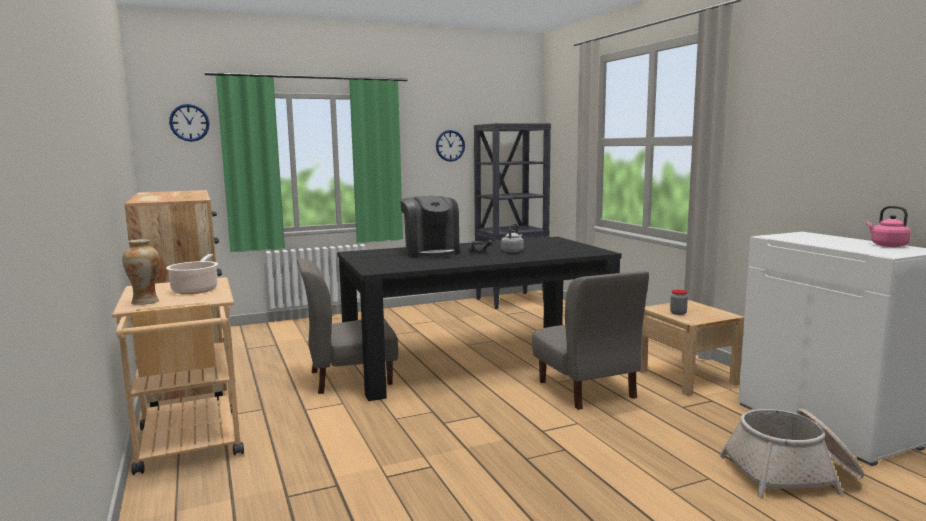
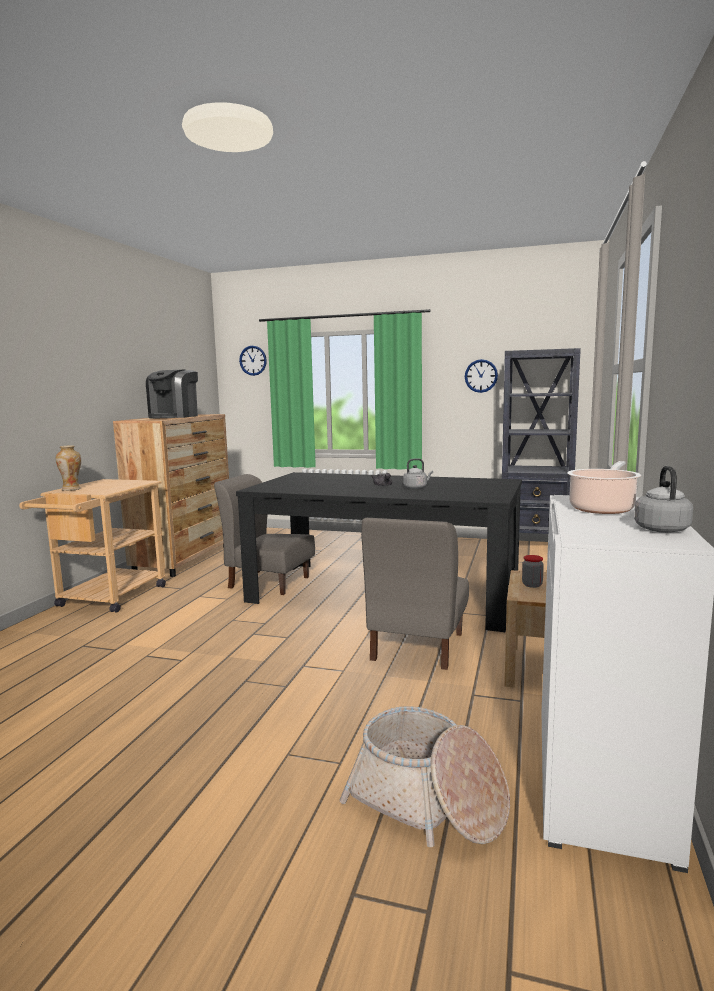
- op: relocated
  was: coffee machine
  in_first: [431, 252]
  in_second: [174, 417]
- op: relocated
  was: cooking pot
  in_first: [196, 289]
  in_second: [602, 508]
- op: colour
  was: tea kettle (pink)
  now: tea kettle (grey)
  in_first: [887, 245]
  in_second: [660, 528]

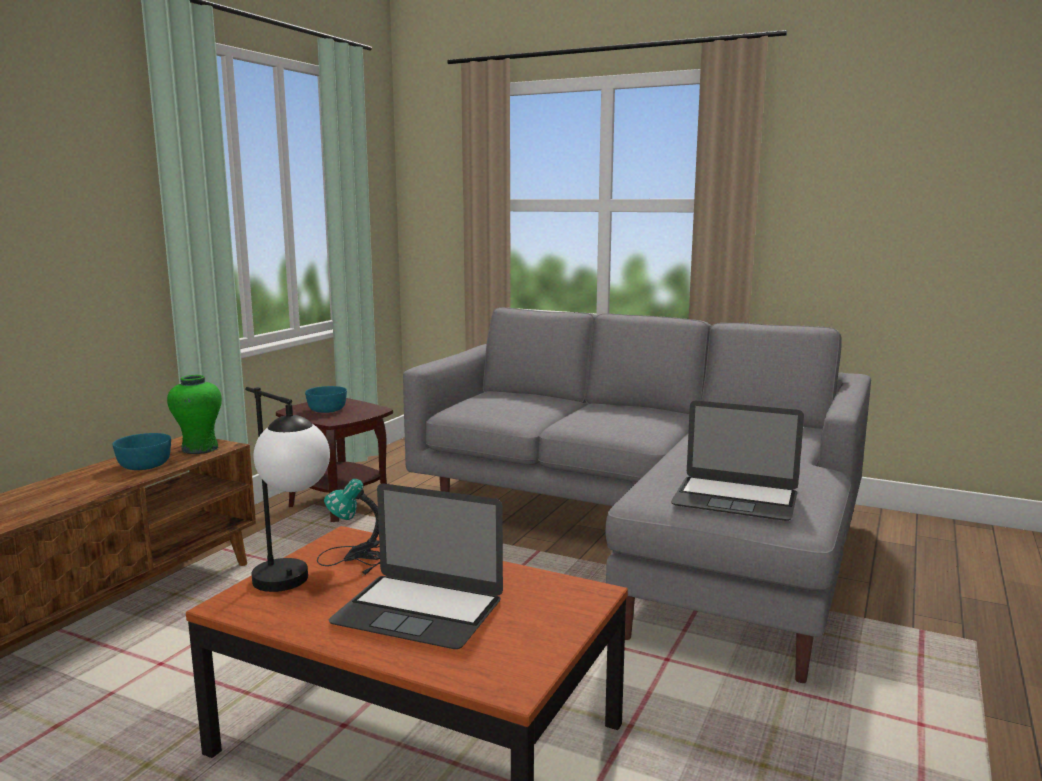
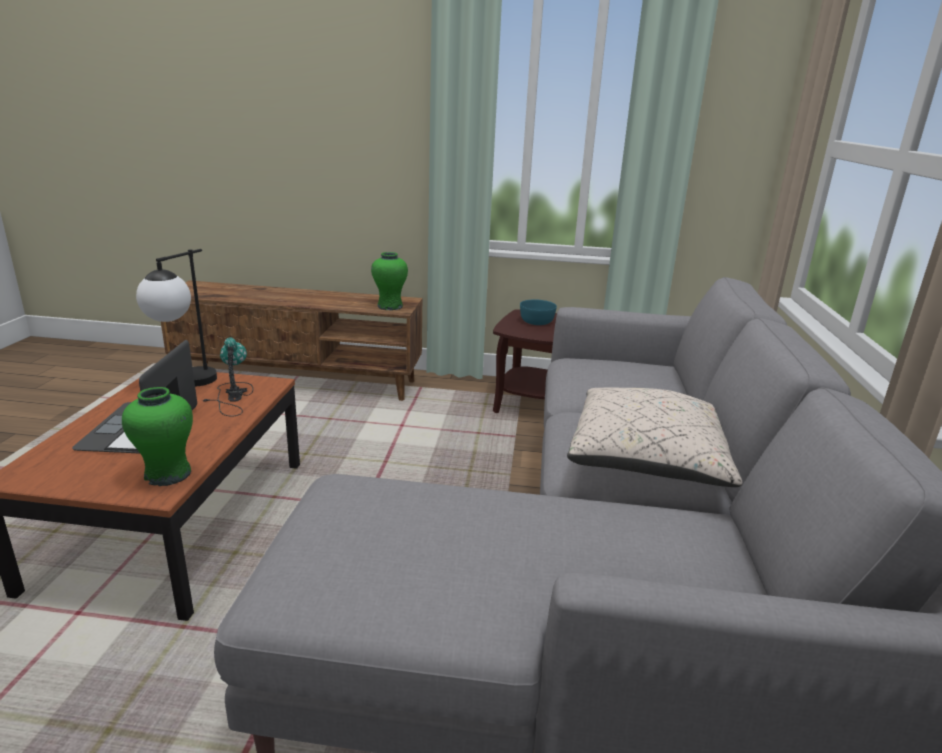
- op: appeared
  now: decorative vase (green-coloured)
  in_second: [168, 474]
- op: appeared
  now: pillow (beige-coloured)
  in_second: [649, 459]
- op: missing
  was: serving bowl (blue-green)
  in_first: [145, 465]
- op: missing
  was: portable computer
  in_first: [735, 498]

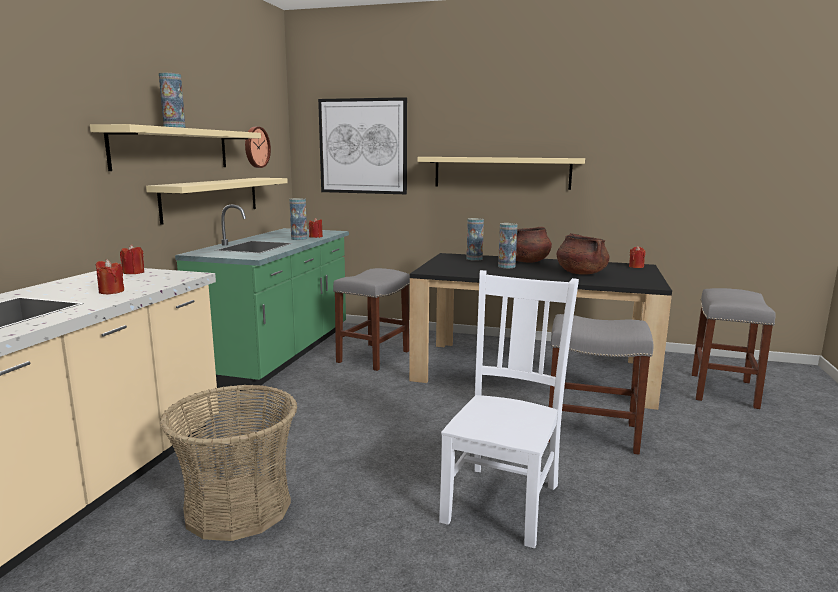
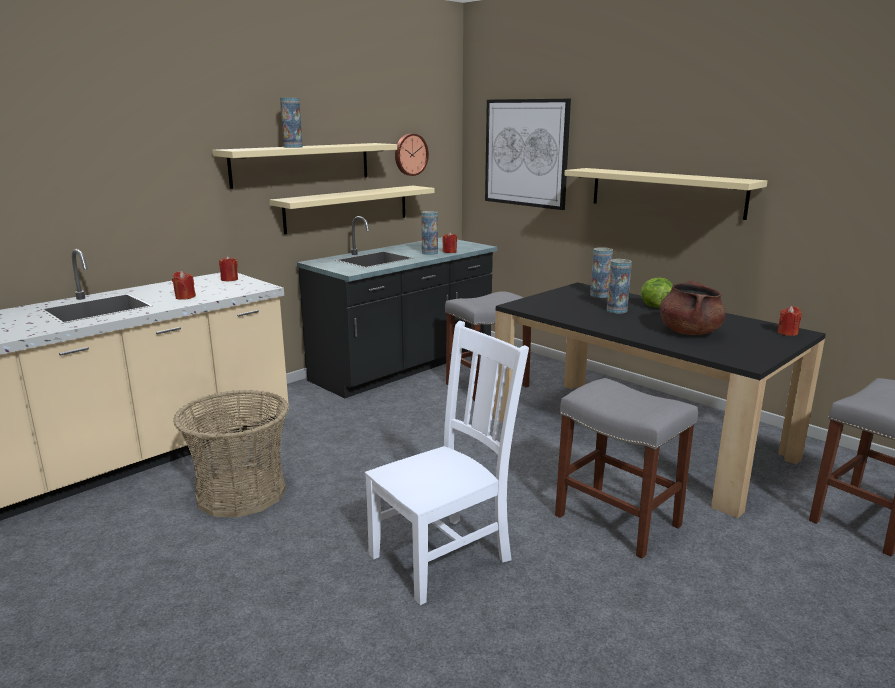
- op: colour
  was: counter (green-coloured)
  now: counter (black)
  in_first: [279, 355]
  in_second: [404, 367]
- op: exchanged
  was: cooking pot (brown)
  now: lettuce
  in_first: [526, 261]
  in_second: [655, 306]

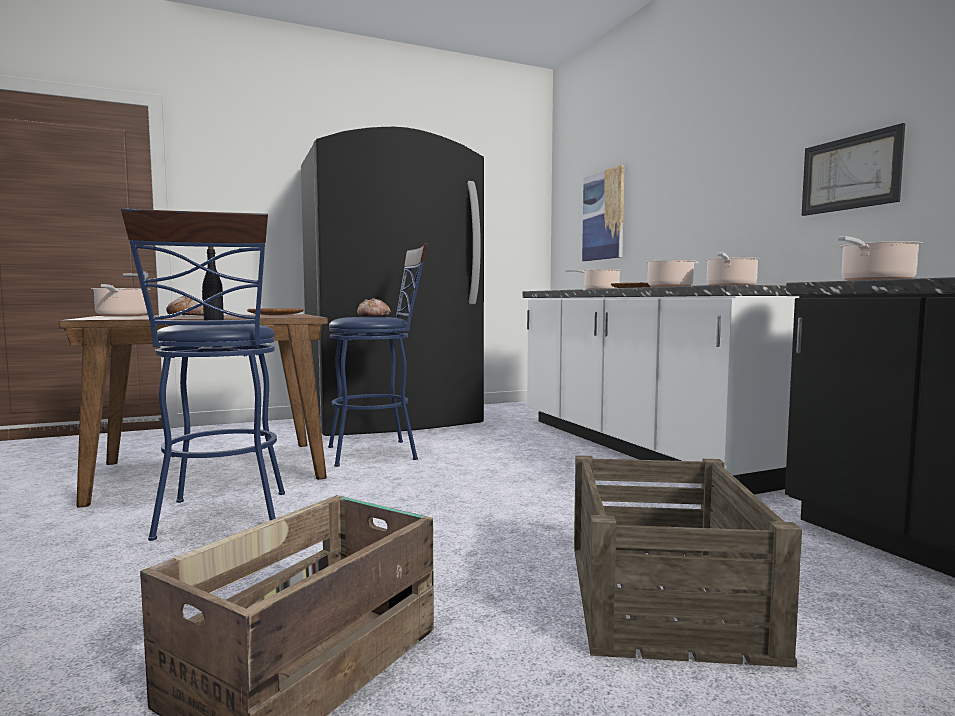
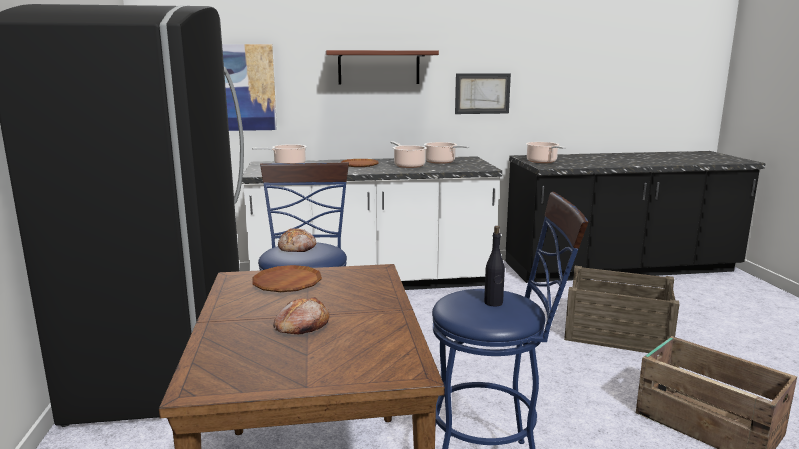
- op: appeared
  now: wall shelf
  in_second: [379, 67]
- op: missing
  was: cooking pot
  in_first: [121, 316]

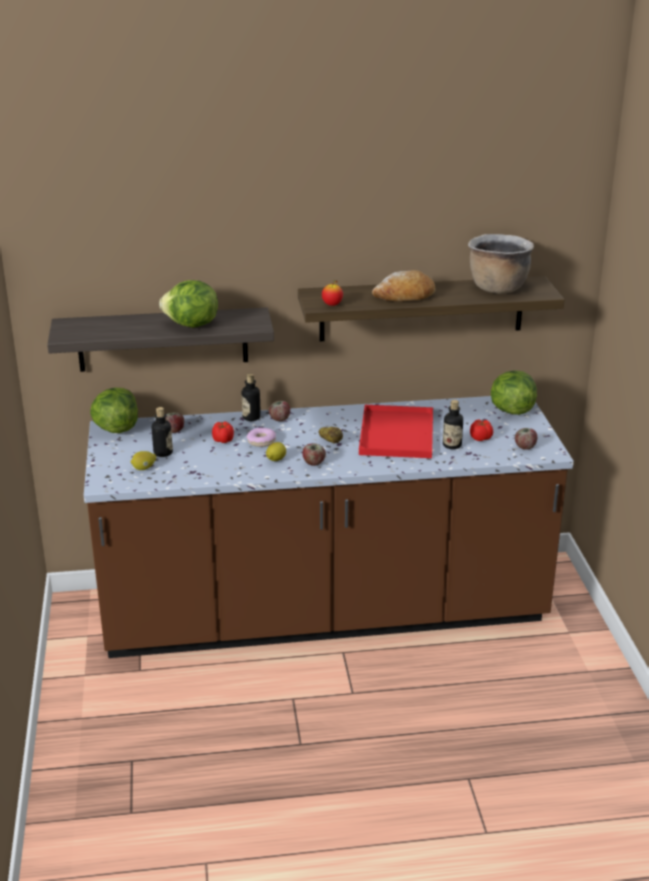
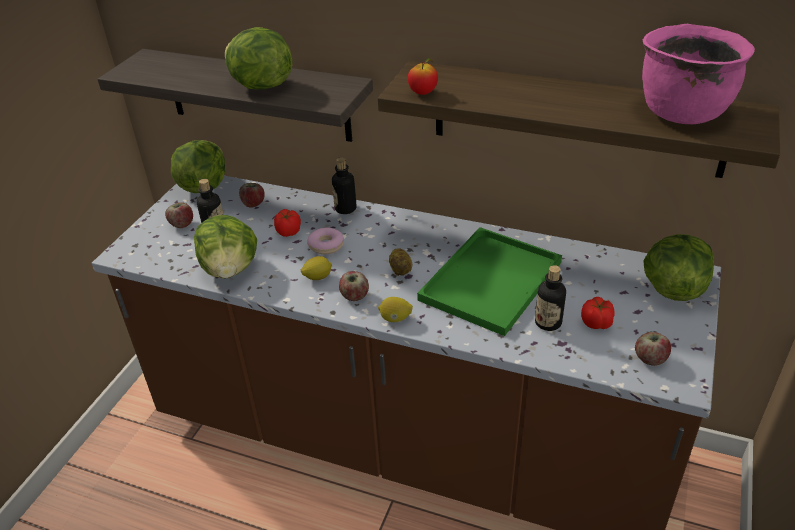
- op: relocated
  was: apple
  in_first: [279, 419]
  in_second: [182, 224]
- op: appeared
  now: lettuce
  in_second: [230, 269]
- op: relocated
  was: citrus fruit
  in_first: [144, 468]
  in_second: [395, 319]
- op: colour
  was: carrying tray (red)
  now: carrying tray (green-coloured)
  in_first: [395, 432]
  in_second: [491, 279]
- op: colour
  was: cooking pot (brown)
  now: cooking pot (pink)
  in_first: [497, 288]
  in_second: [682, 112]
- op: missing
  was: bread
  in_first: [405, 296]

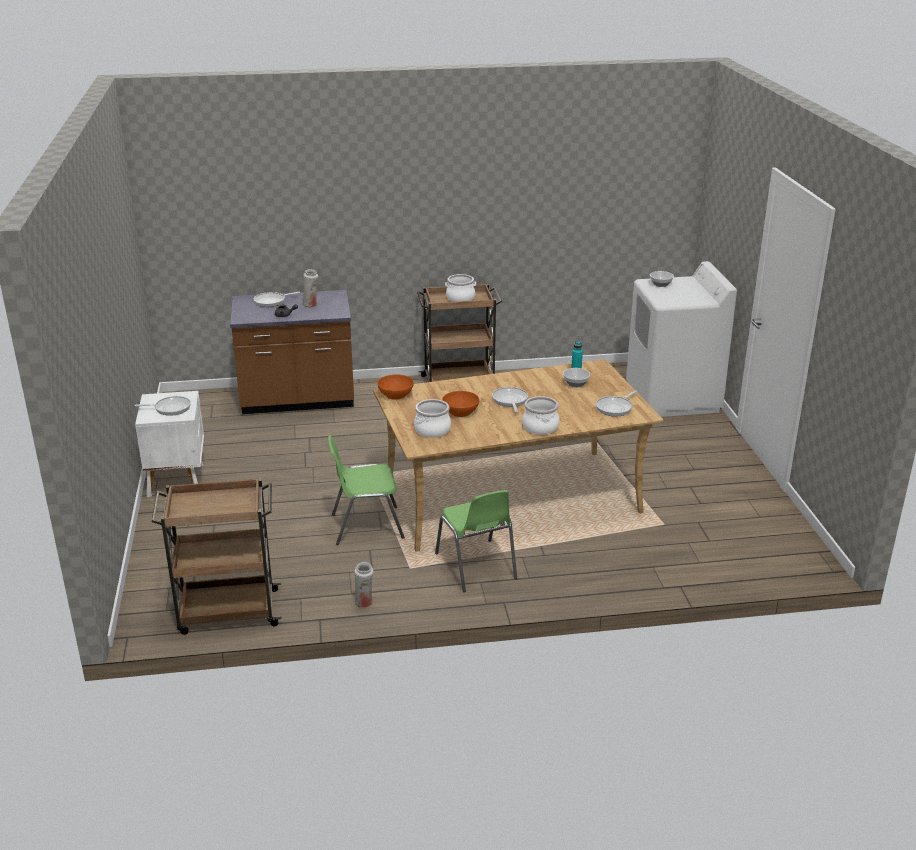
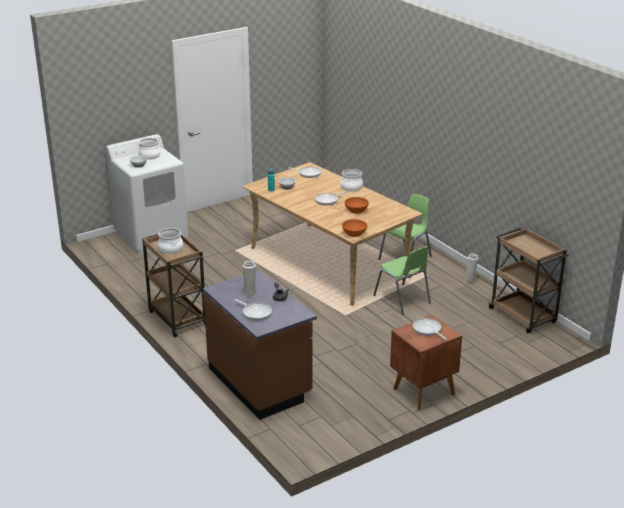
- op: relocated
  was: cooking pot
  in_first: [432, 430]
  in_second: [149, 156]
- op: colour
  was: night table (white-coloured)
  now: night table (brown)
  in_first: [177, 480]
  in_second: [422, 391]

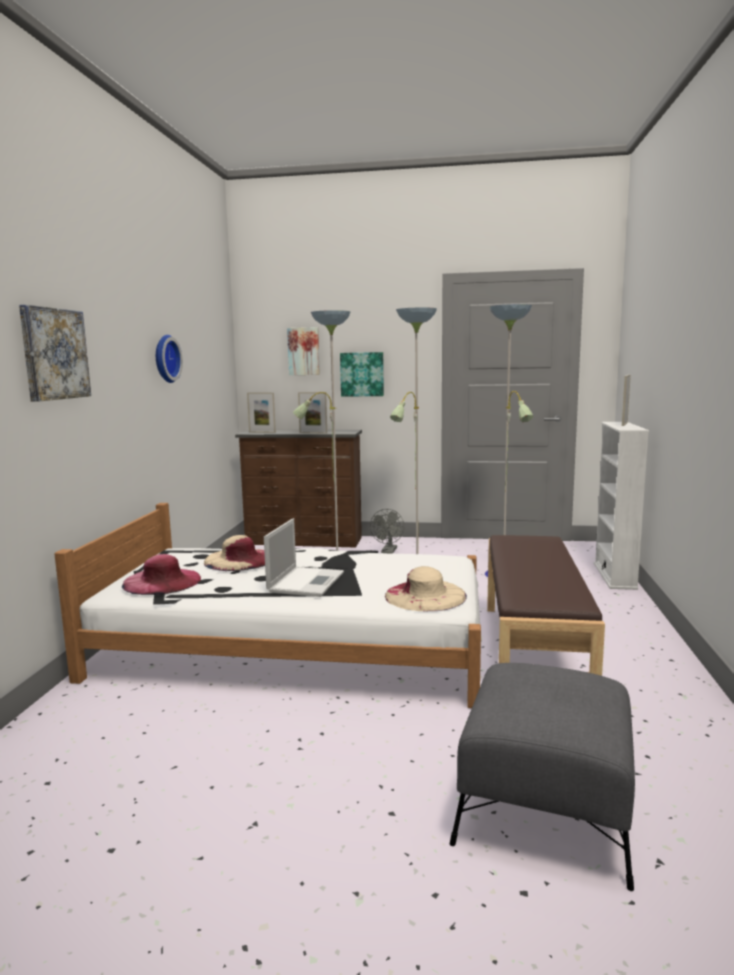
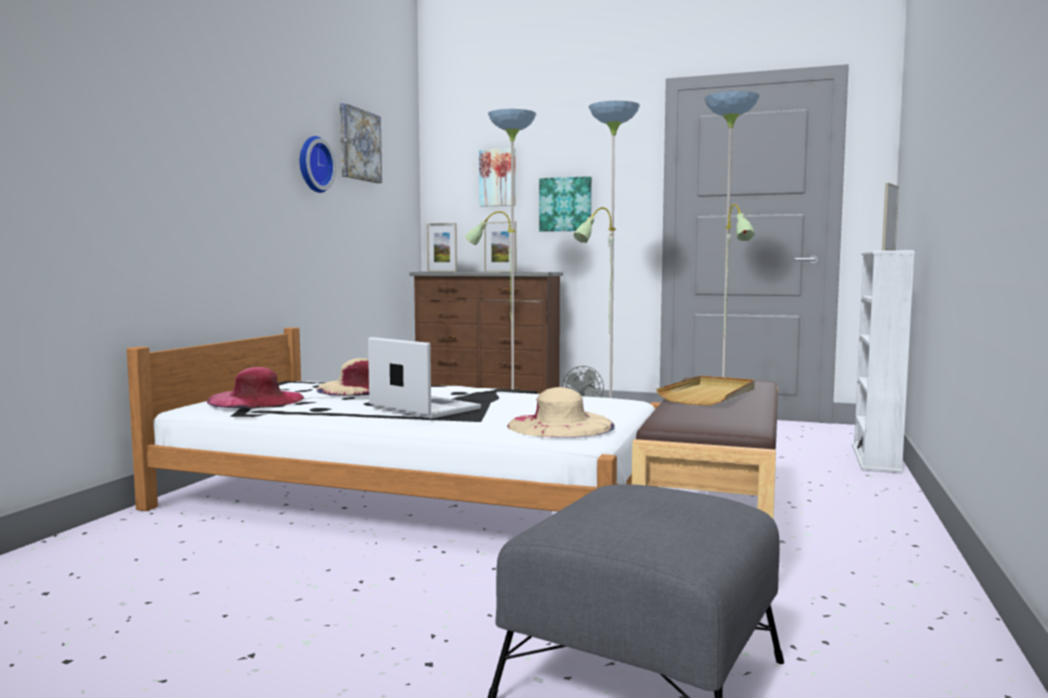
- op: relocated
  was: picture
  in_first: [54, 354]
  in_second: [359, 145]
- op: spun
  was: portable computer
  in_first: [306, 582]
  in_second: [423, 408]
  clockwise: -75
- op: appeared
  now: carrying tray (beige-coloured)
  in_second: [709, 395]

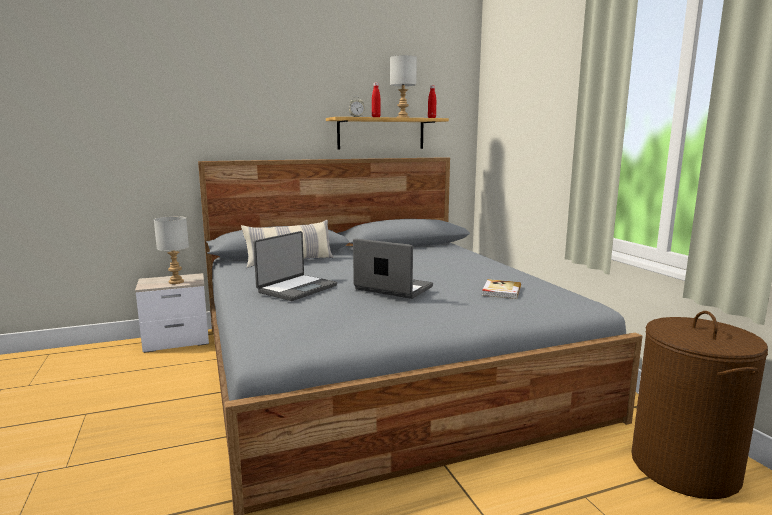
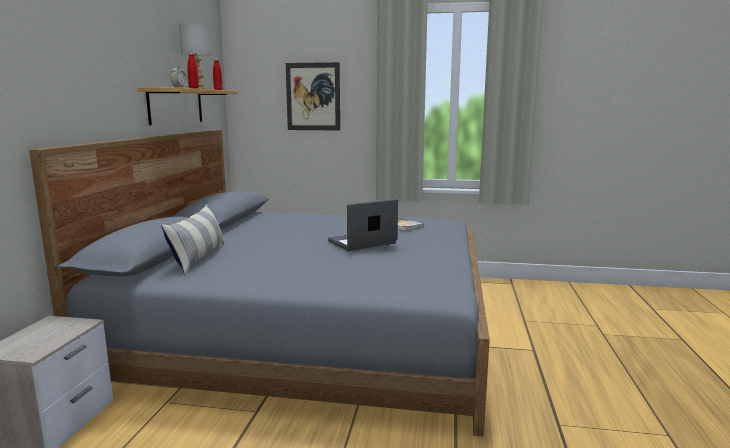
- op: appeared
  now: picture
  in_second: [313, 96]
- op: missing
  was: table lamp (grey)
  in_first: [175, 282]
- op: missing
  was: portable computer
  in_first: [296, 288]
- op: missing
  was: hamper (brown)
  in_first: [683, 467]

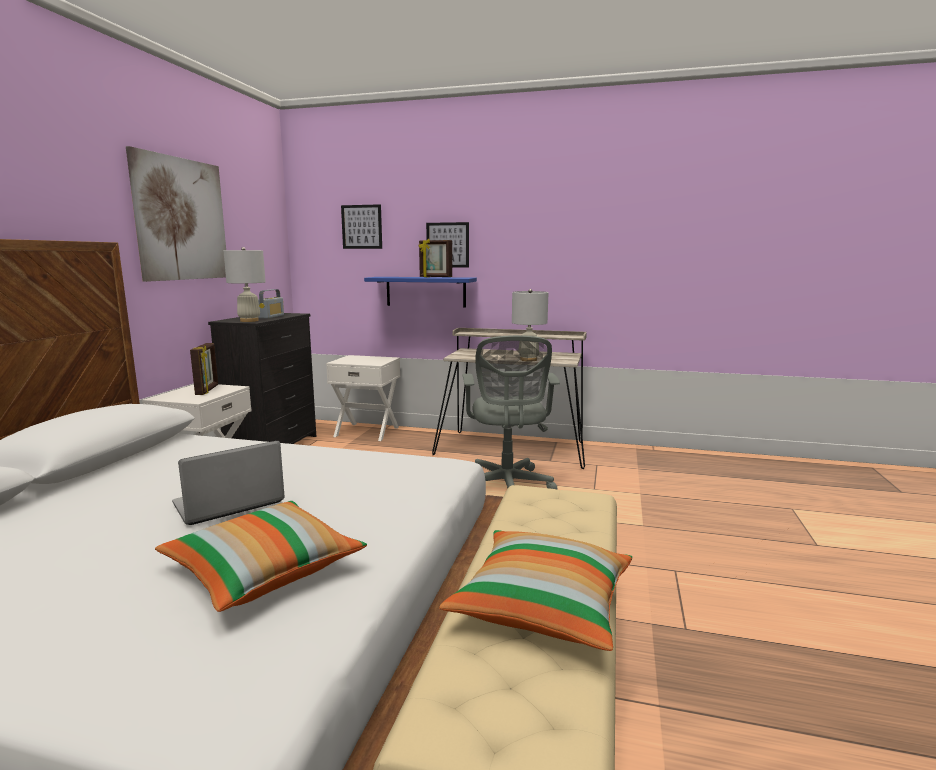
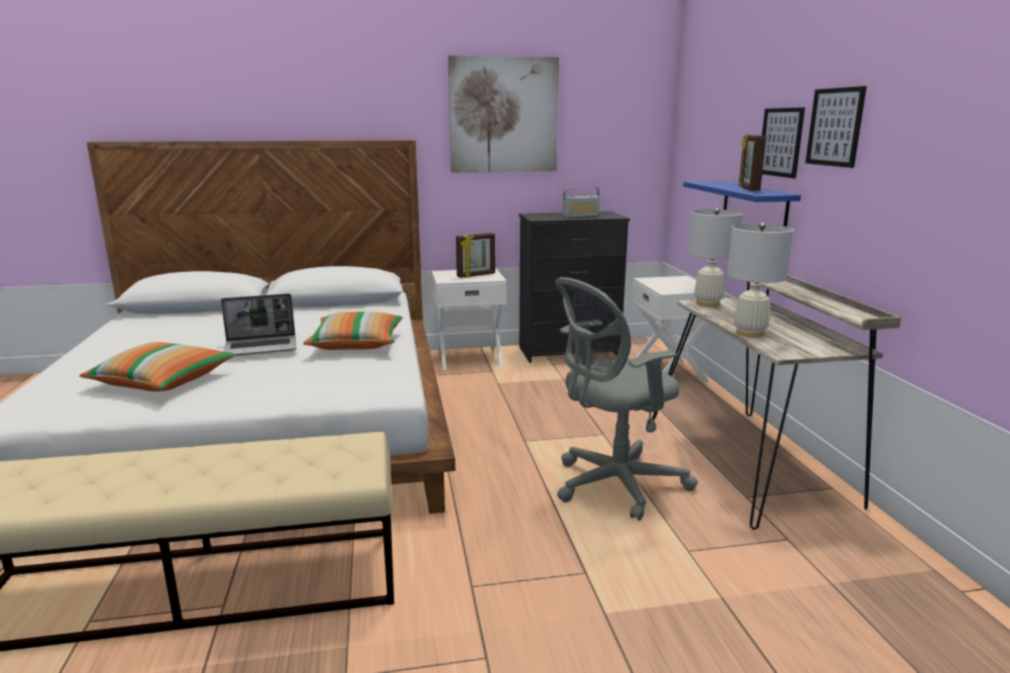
- op: spun
  was: portable computer
  in_first: [228, 504]
  in_second: [262, 347]
  clockwise: 135
- op: relocated
  was: pillow
  in_first: [542, 606]
  in_second: [357, 344]
- op: relocated
  was: table lamp (white-coloured)
  in_first: [249, 321]
  in_second: [708, 304]
- op: relocated
  was: picture
  in_first: [362, 227]
  in_second: [835, 127]

